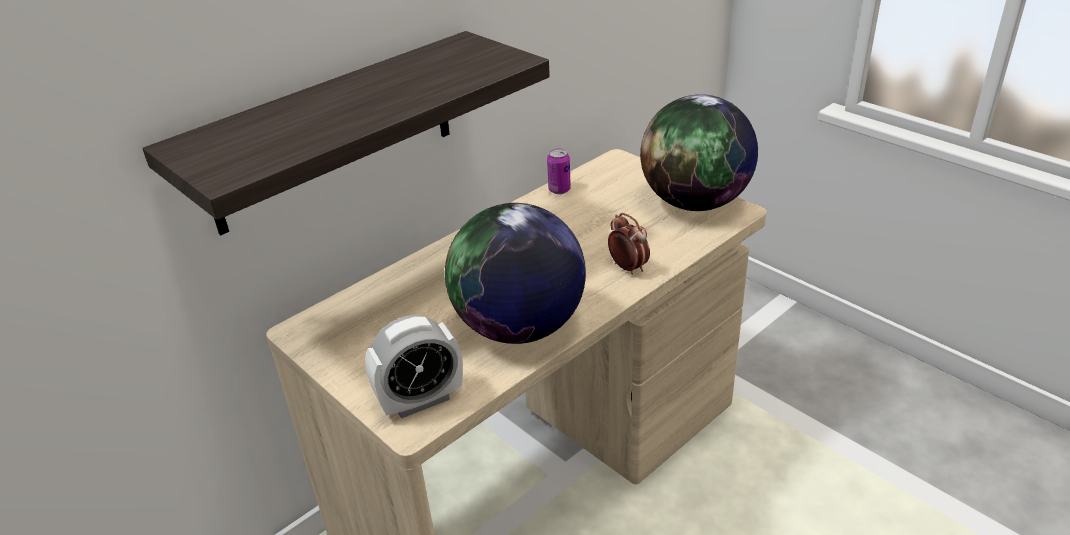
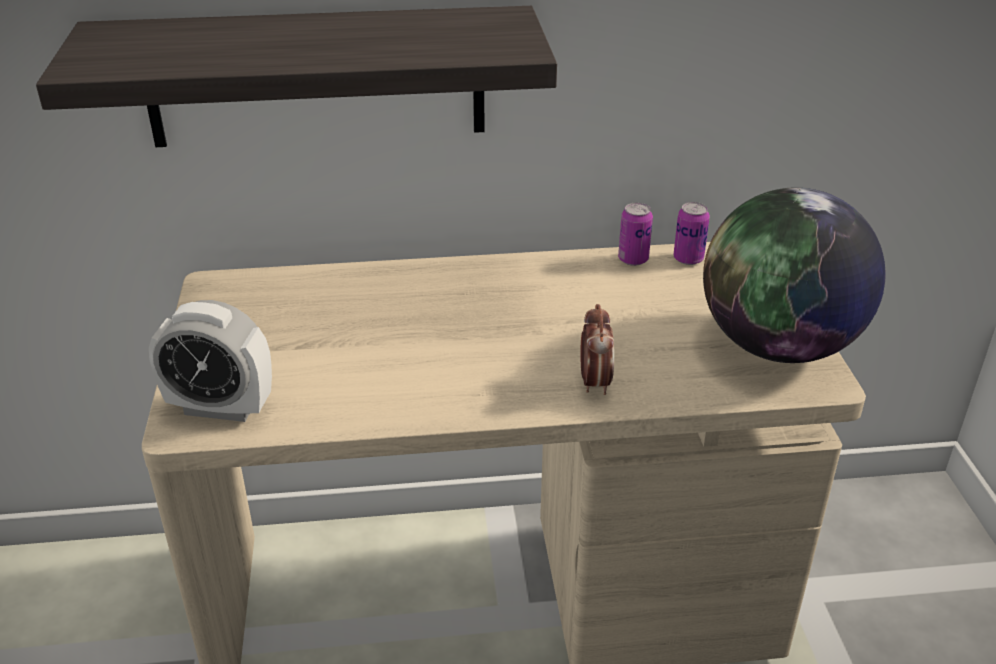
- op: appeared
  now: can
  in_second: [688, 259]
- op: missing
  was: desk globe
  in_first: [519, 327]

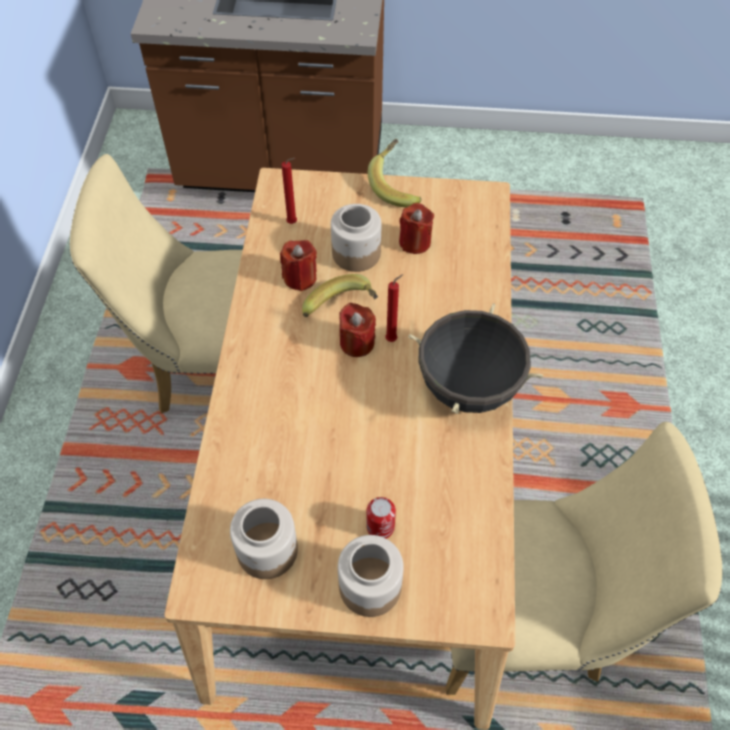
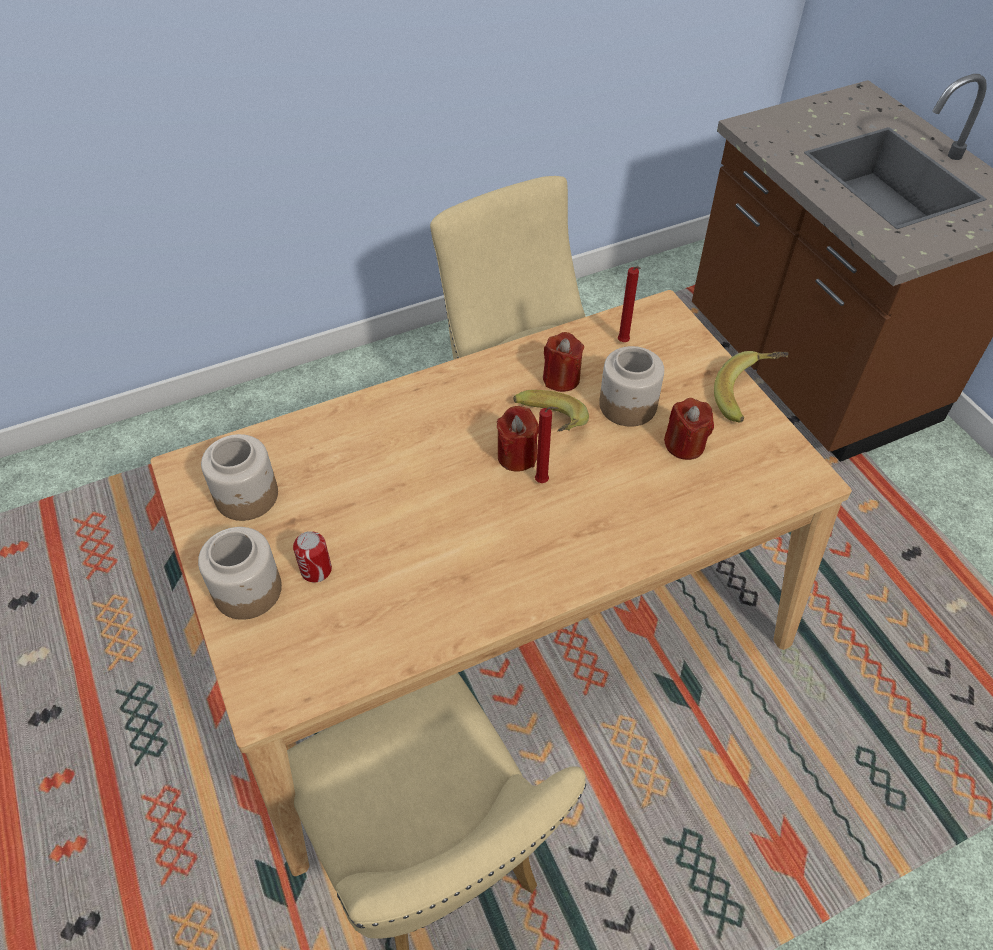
- op: missing
  was: cooking pot (black)
  in_first: [468, 387]

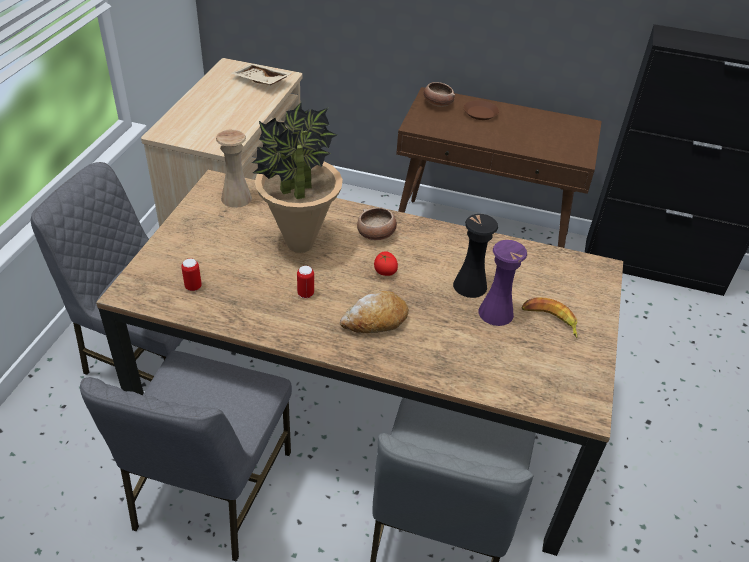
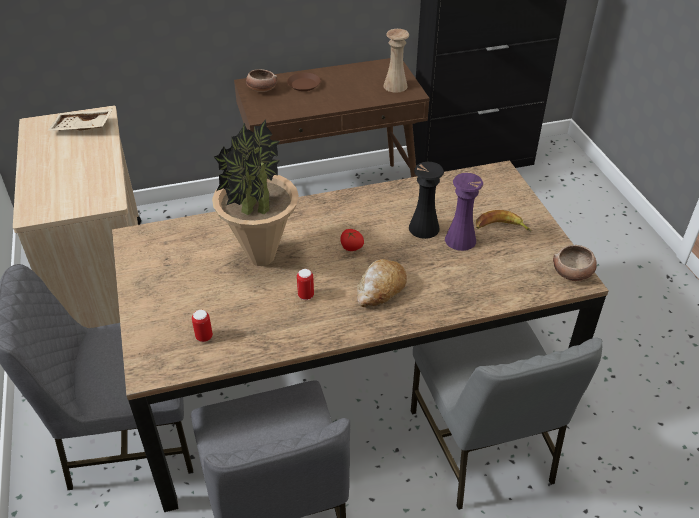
- op: relocated
  was: decorative vase (beige-coloured)
  in_first: [236, 198]
  in_second: [395, 86]
- op: relocated
  was: serving bowl
  in_first: [376, 235]
  in_second: [573, 273]

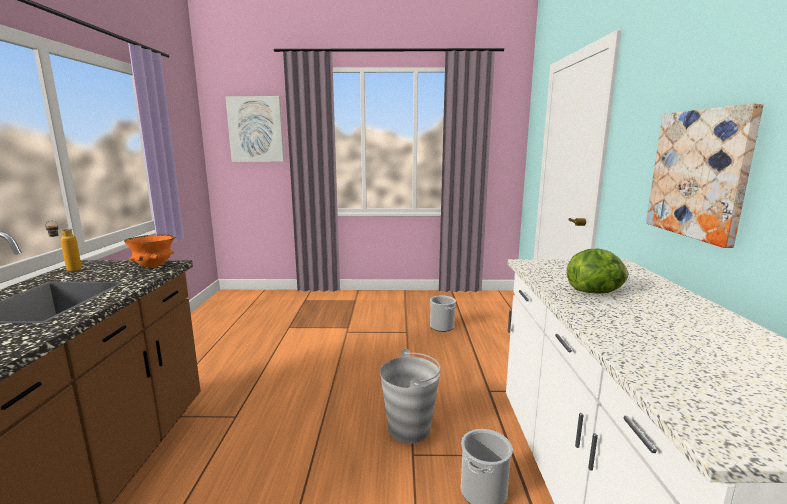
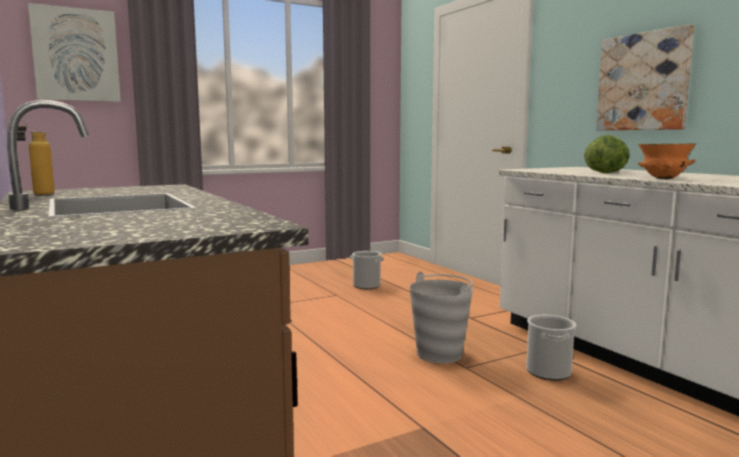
- op: relocated
  was: serving bowl (orange-coloured)
  in_first: [154, 267]
  in_second: [664, 179]

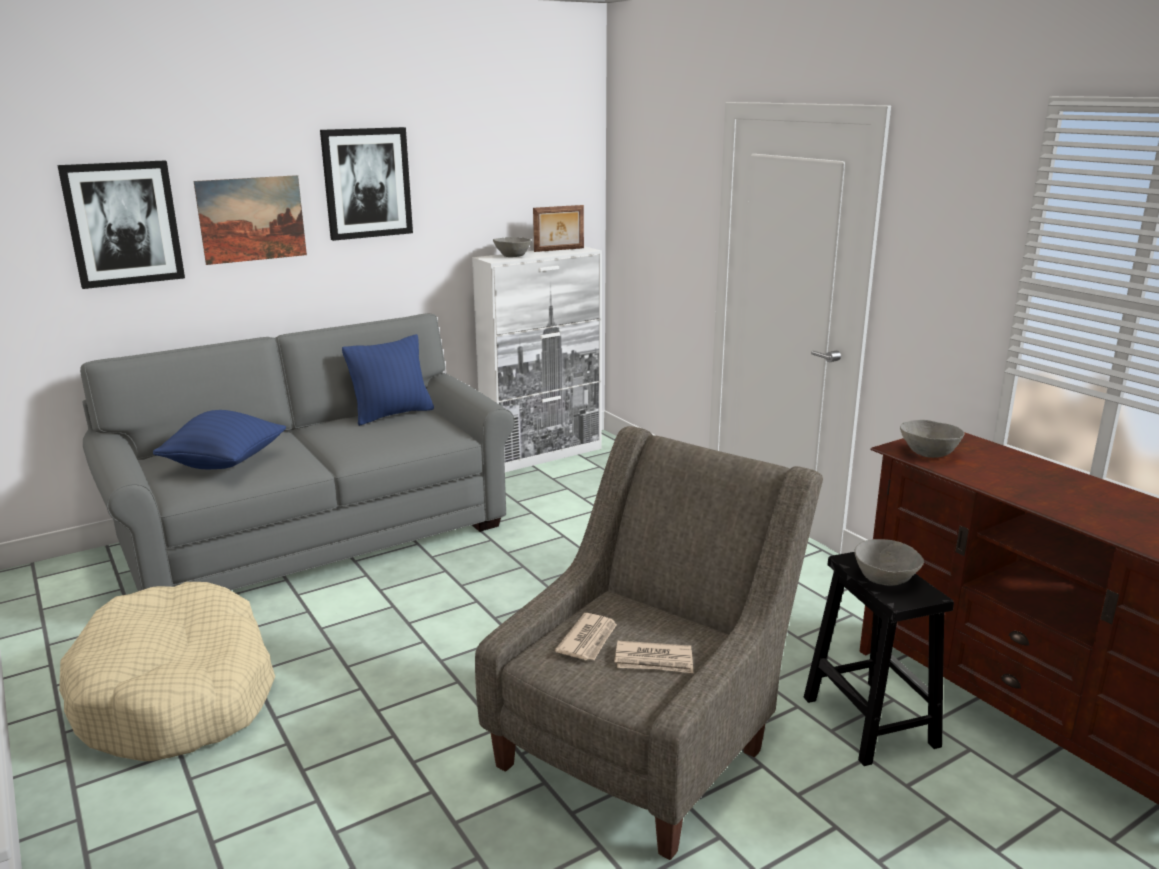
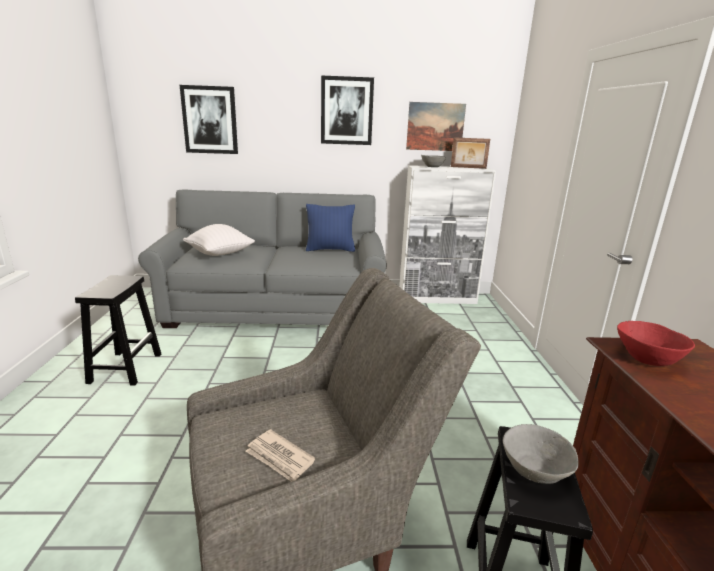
- op: exchanged
  was: pet bed (beige-coloured)
  now: sitting stool (black)
  in_first: [177, 694]
  in_second: [126, 367]
- op: colour
  was: pillow (blue-coloured)
  now: pillow (white-coloured)
  in_first: [225, 464]
  in_second: [220, 254]
- op: relocated
  was: picture
  in_first: [252, 219]
  in_second: [435, 127]
- op: colour
  was: serving bowl (grey)
  now: serving bowl (red)
  in_first: [929, 453]
  in_second: [648, 358]
- op: missing
  was: daily paper
  in_first: [588, 640]

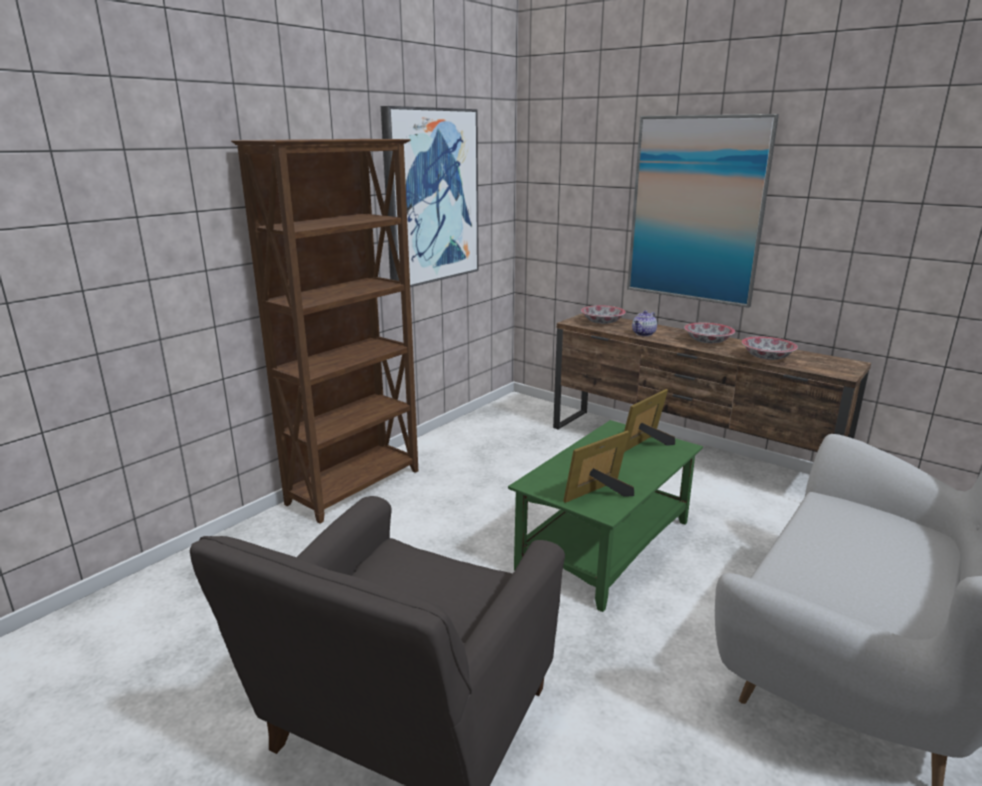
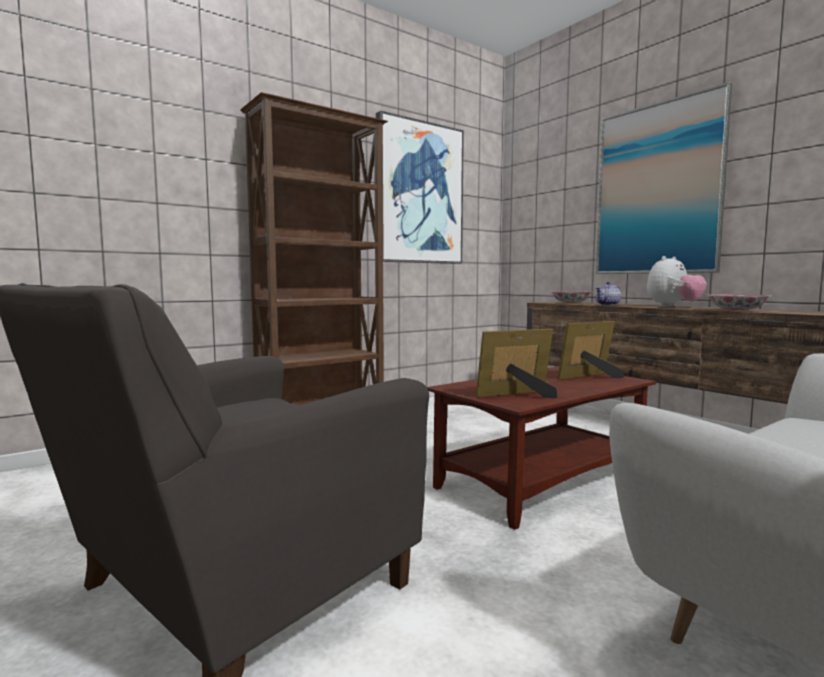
- op: colour
  was: low table (green-coloured)
  now: low table (brown)
  in_first: [605, 546]
  in_second: [541, 481]
- op: exchanged
  was: serving bowl
  now: plush toy
  in_first: [707, 341]
  in_second: [673, 306]

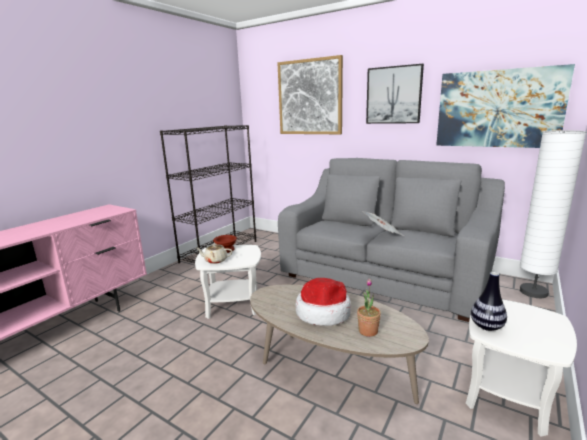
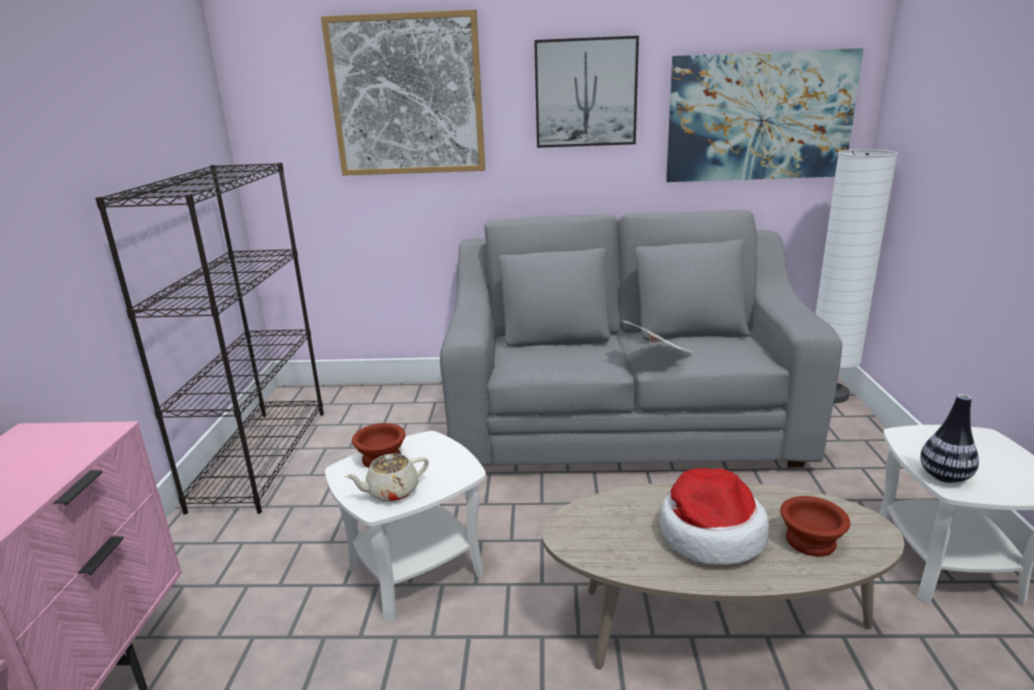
- op: exchanged
  was: plant in a pot
  now: serving bowl (brown)
  in_first: [368, 331]
  in_second: [809, 542]

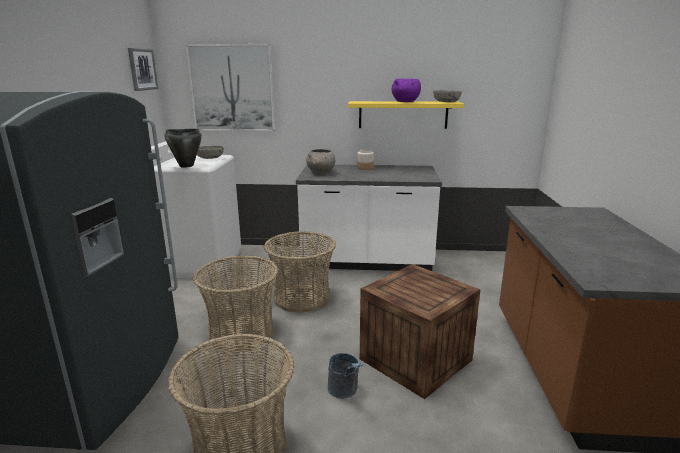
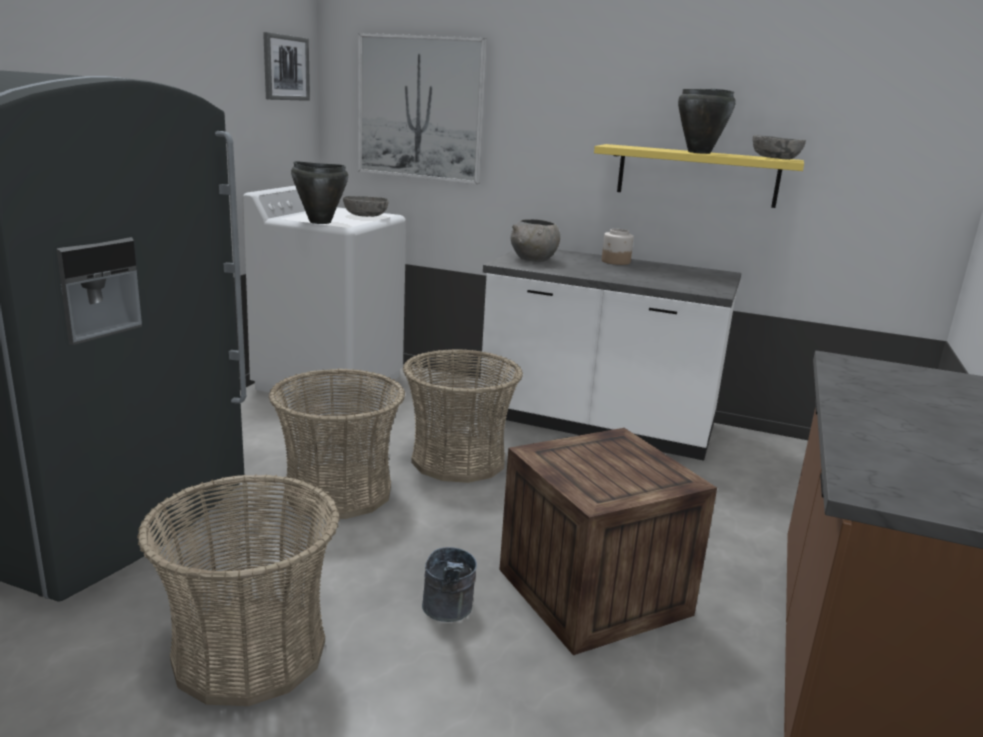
- op: exchanged
  was: serving bowl (purple)
  now: cooking pot (black)
  in_first: [405, 102]
  in_second: [699, 152]

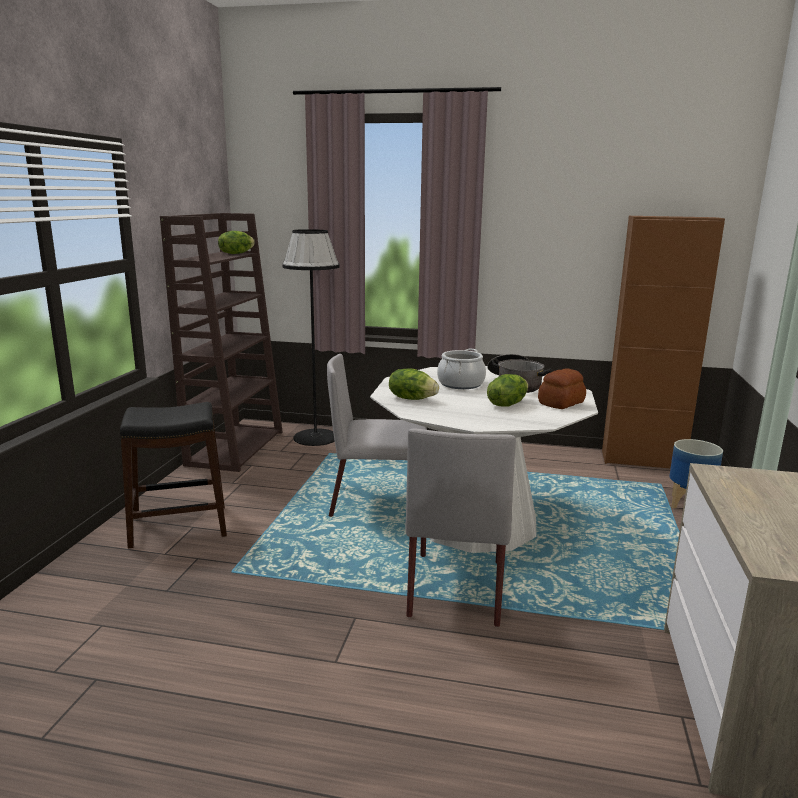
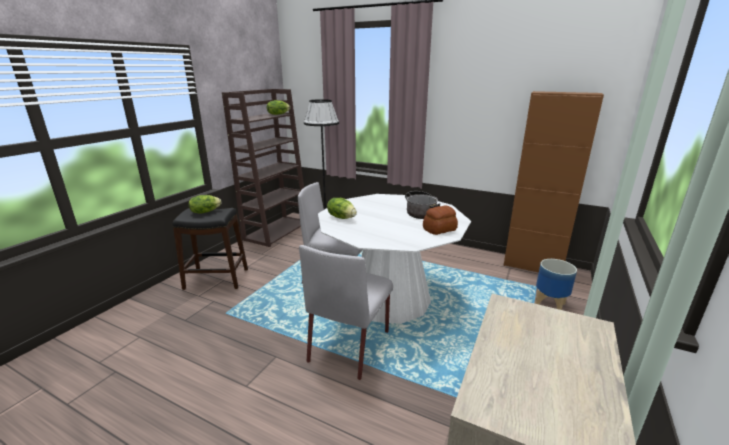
- op: relocated
  was: lettuce
  in_first: [507, 404]
  in_second: [205, 212]
- op: missing
  was: cooking pot
  in_first: [460, 384]

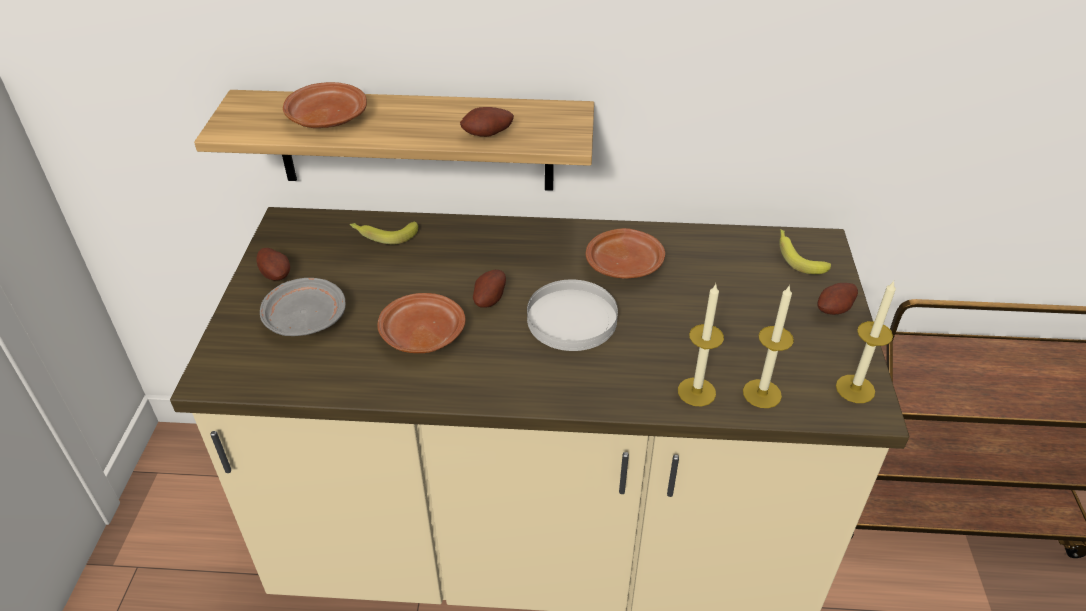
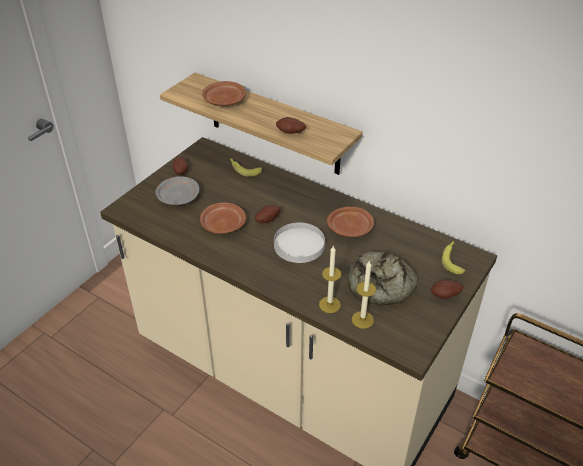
- op: appeared
  now: bread
  in_second: [380, 286]
- op: missing
  was: wax light
  in_first: [855, 389]

